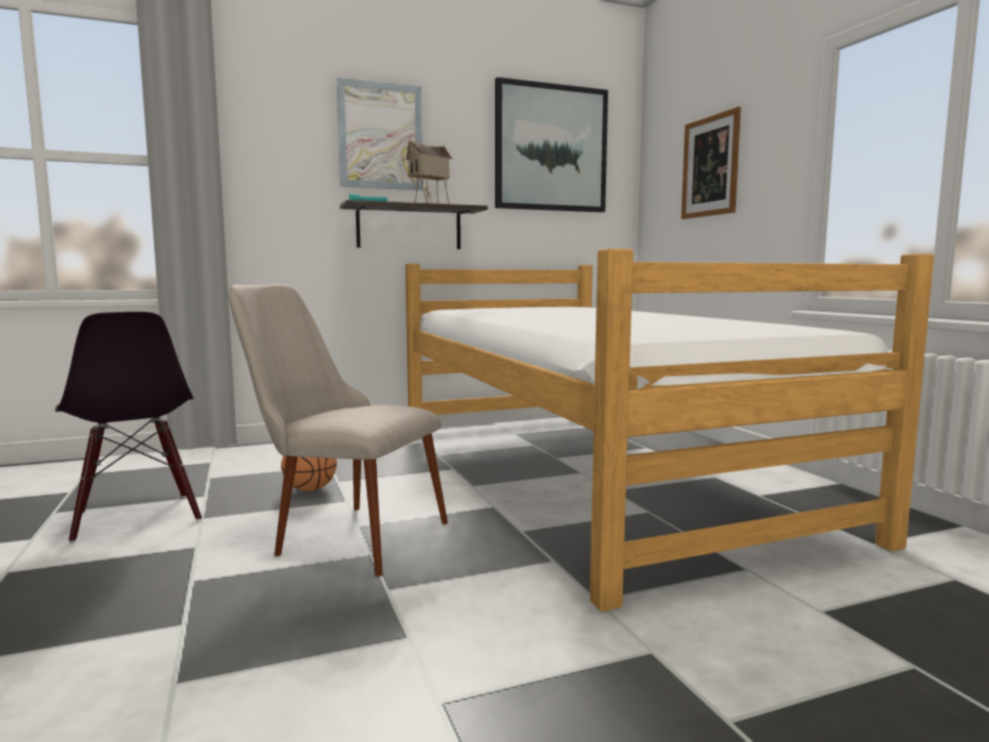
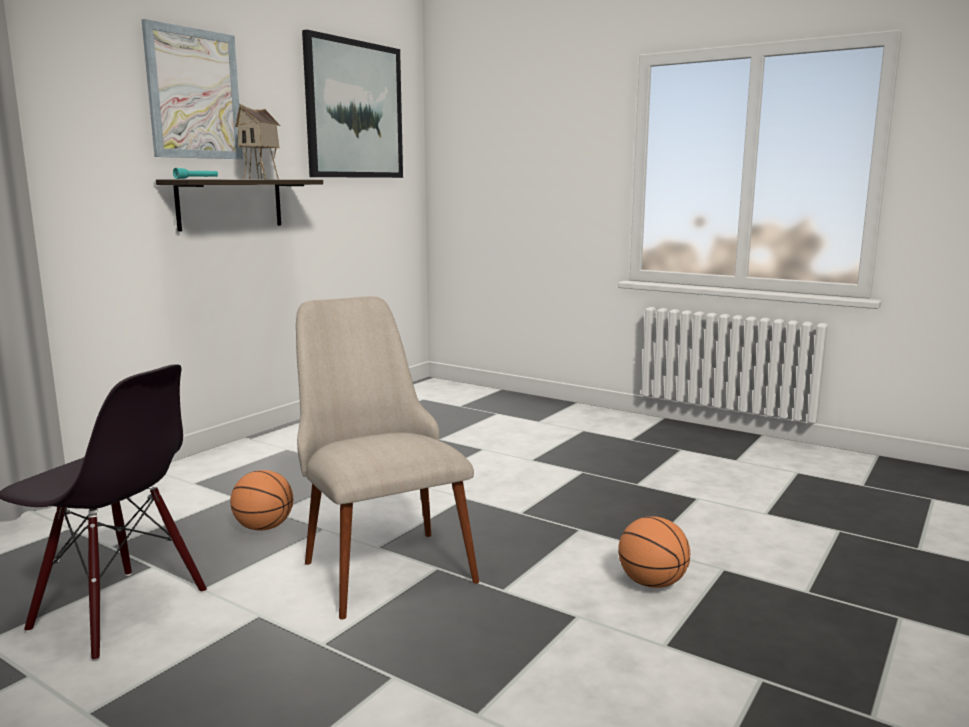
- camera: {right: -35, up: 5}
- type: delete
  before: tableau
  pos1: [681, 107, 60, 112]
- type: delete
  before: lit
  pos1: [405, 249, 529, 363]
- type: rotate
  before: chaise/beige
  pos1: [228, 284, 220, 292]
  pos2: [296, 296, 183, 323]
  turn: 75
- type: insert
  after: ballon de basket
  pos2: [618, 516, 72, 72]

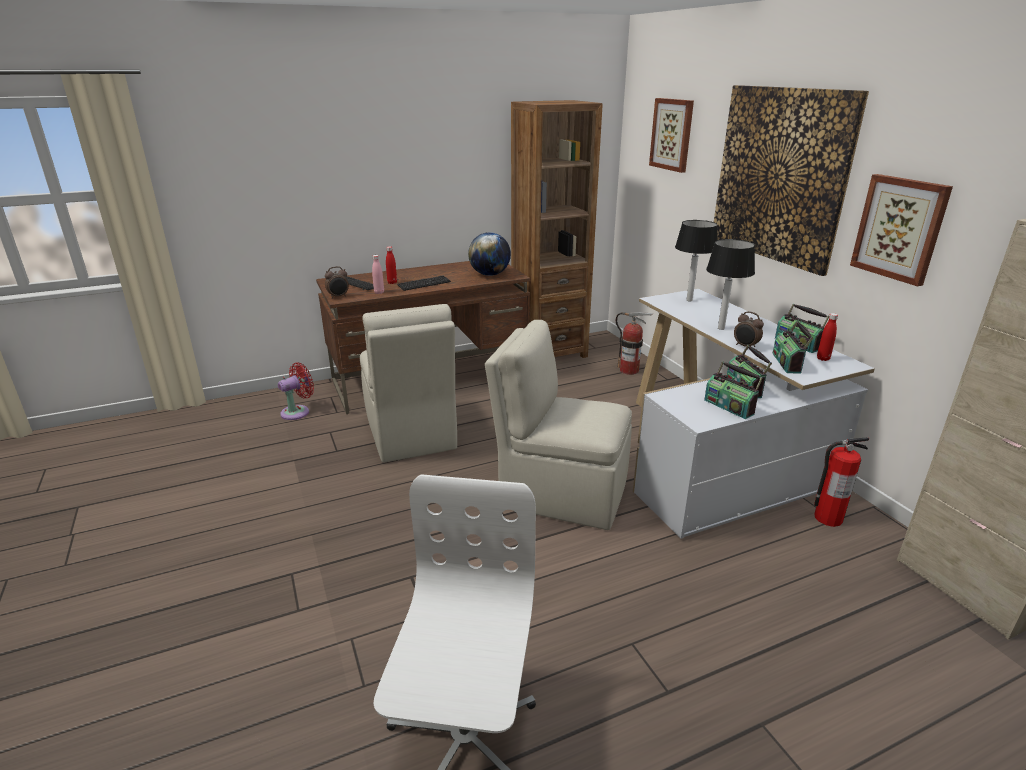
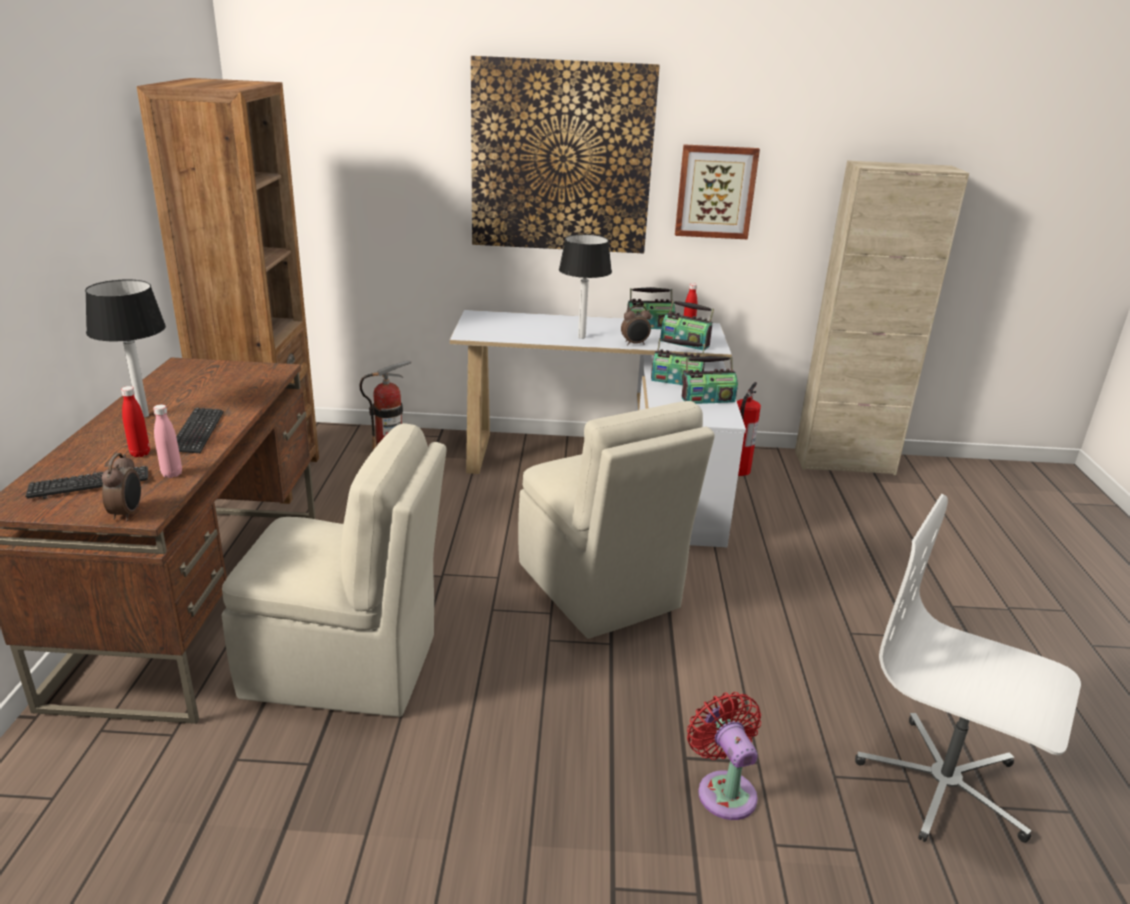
- camera: {right: -65, up: 0}
- type: delete
  before: tableau
  pos1: [649, 98, 45, 75]
- type: move
  before: lampe de table
  pos1: [675, 220, 42, 81]
  pos2: [85, 279, 81, 139]
- type: delete
  before: globe
  pos1: [468, 232, 43, 44]
- type: rotate
  before: chaise/beige
  pos1: [485, 320, 147, 210]
  pos2: [518, 401, 197, 238]
  turn: -75
- type: move
  before: ventilateur/rouge
  pos1: [278, 362, 36, 58]
  pos2: [687, 692, 74, 128]

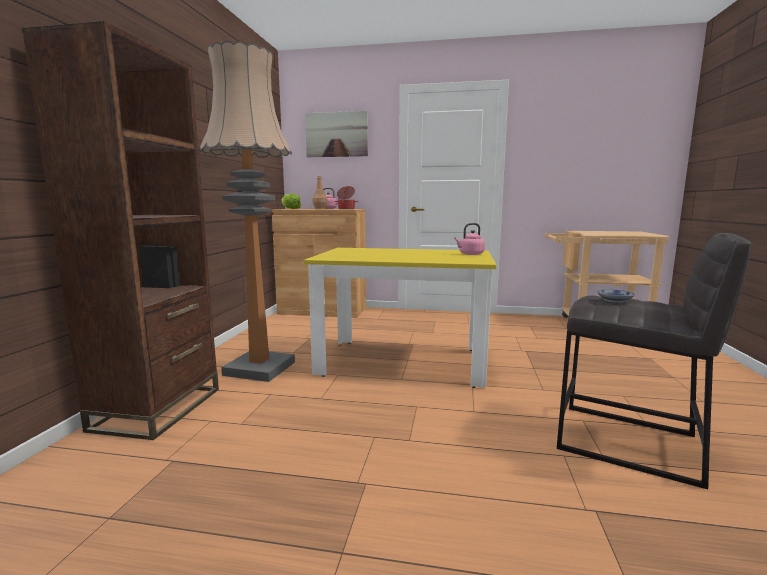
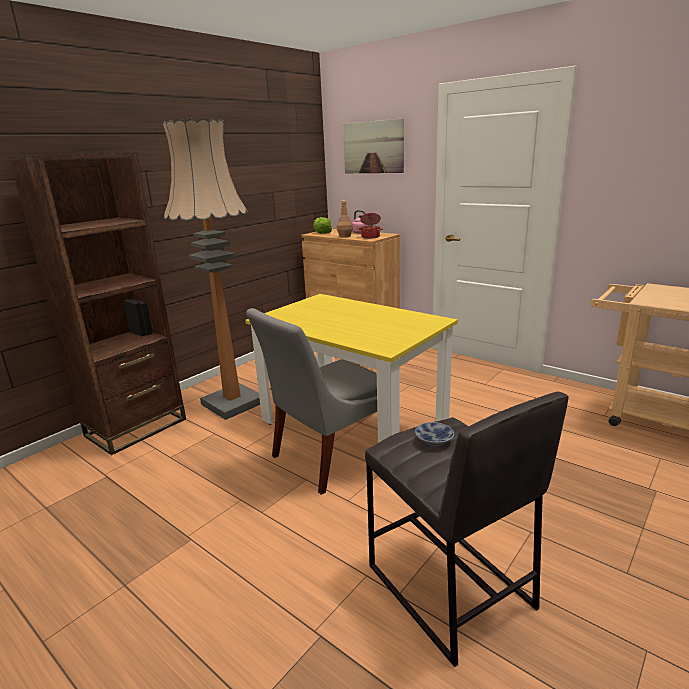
- camera: {right: 30, up: 10}
- type: delete
  before: bouilloire/rose
  pos1: [454, 223, 31, 32]
- type: insert
  after: chaise/gris
  pos2: [246, 308, 131, 187]

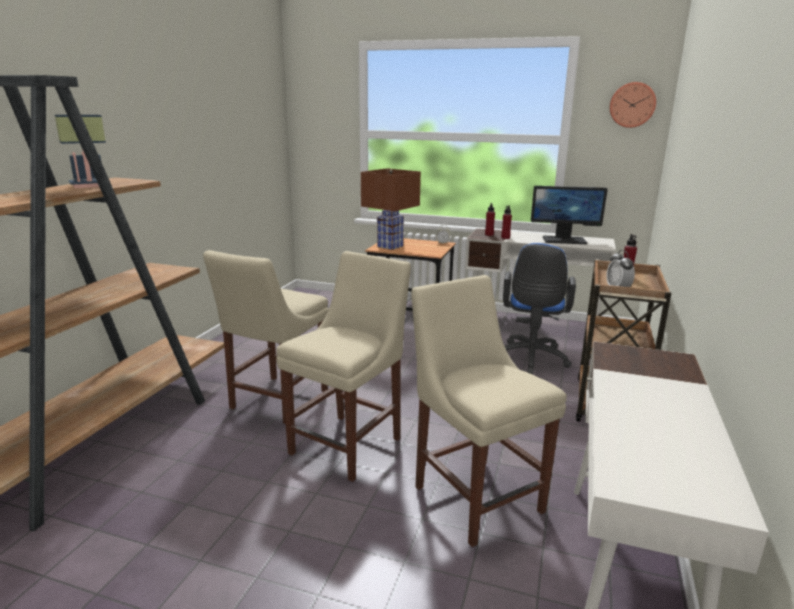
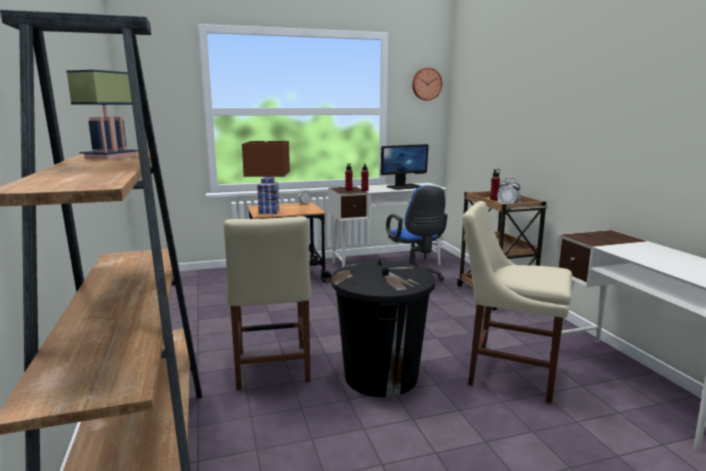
- camera: {right: -35, up: -5}
- type: replace
  before: chaise/beige
  after: poubelle/noir
  pos1: [276, 251, 135, 231]
  pos2: [331, 258, 104, 139]

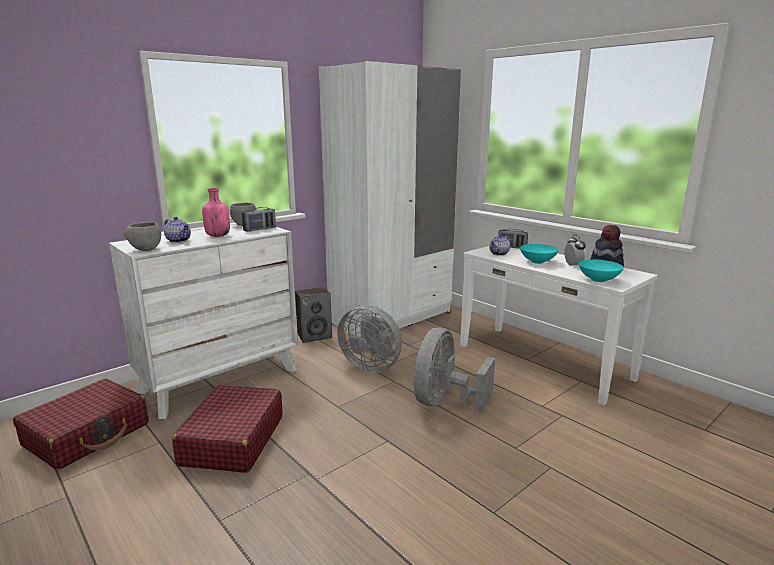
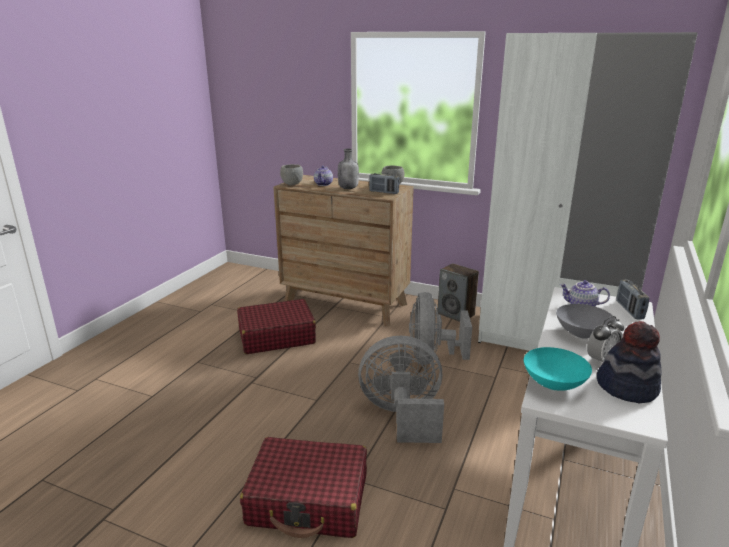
- camera: {right: 65, up: 5}
- type: recolor
  before: bouteille/rose
  after: bouteille/gris
  pos1: [202, 188, 28, 49]
  pos2: [338, 149, 21, 40]
- type: recolor
  before: commode/blanc
  after: commode/marron
  pos1: [109, 224, 189, 195]
  pos2: [273, 175, 141, 151]
- type: recolor
  before: bol/turquoise
  after: bol/gris
  pos1: [520, 244, 39, 20]
  pos2: [556, 304, 59, 35]
- type: move
  before: valise/rouge
  pos1: [13, 379, 136, 91]
  pos2: [240, 437, 127, 101]

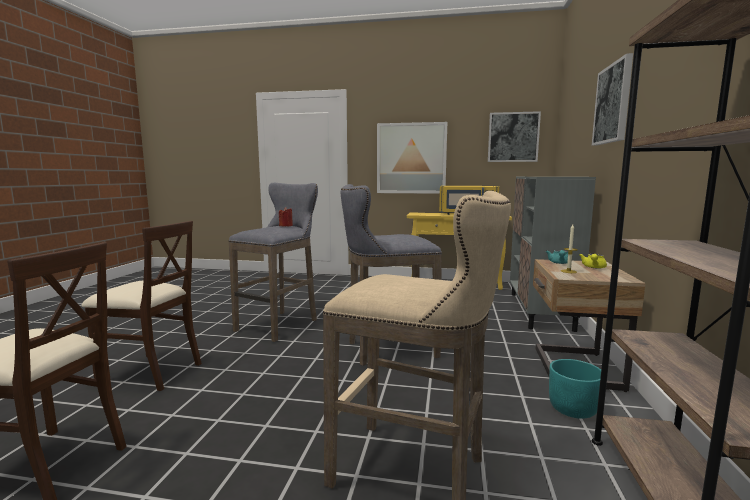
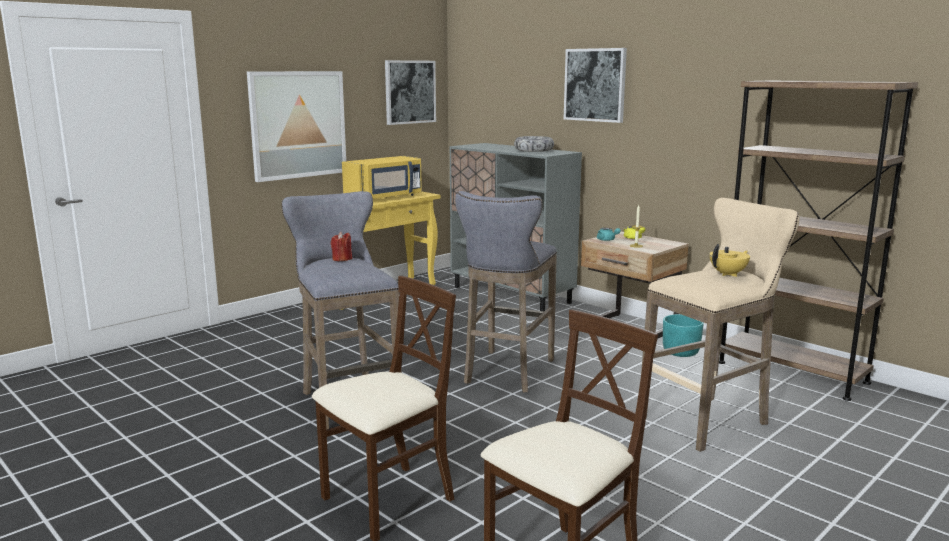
- camera: {right: -55, up: 5}
- type: insert
  after: bol
  pos2: [514, 136, 40, 16]
- type: insert
  after: théière/jaune
  pos2: [710, 244, 40, 33]

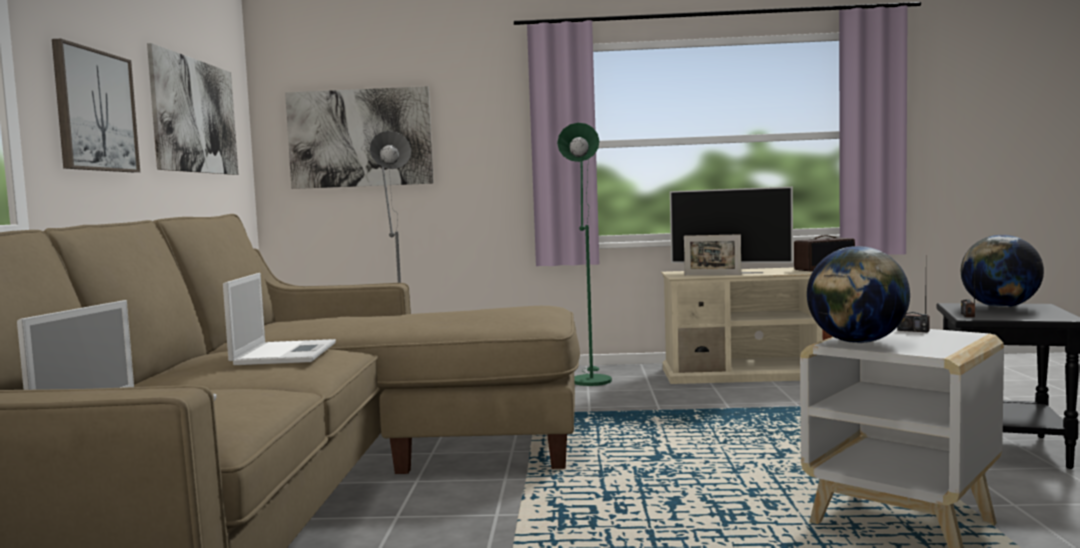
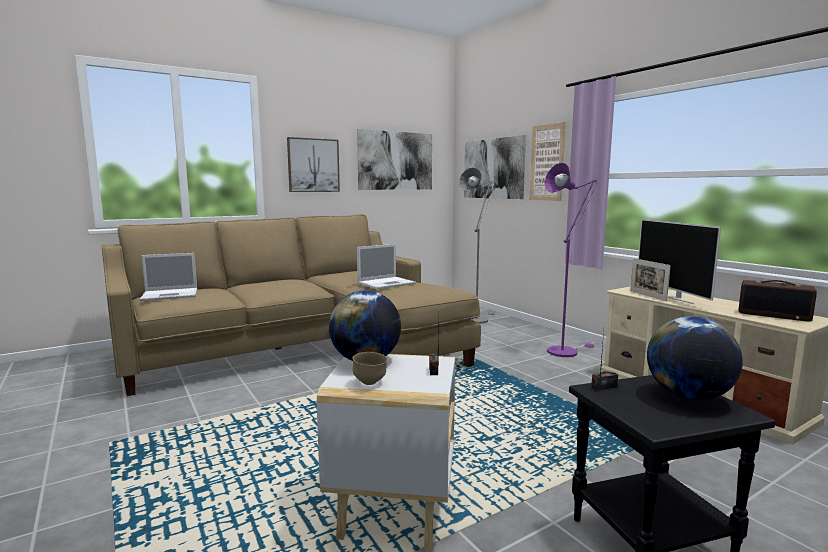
- camera: {right: 55, up: 5}
- type: recolor
  before: lampadaire/vert
  after: lampadaire/violet
  pos1: [557, 123, 55, 263]
  pos2: [545, 163, 52, 194]
- type: move
  before: ordinateur portable
  pos1: [223, 273, 113, 92]
  pos2: [357, 244, 59, 45]
- type: insert
  after: tableau
  pos2: [530, 122, 36, 79]
- type: insert
  after: bol/marron
  pos2: [353, 352, 35, 33]

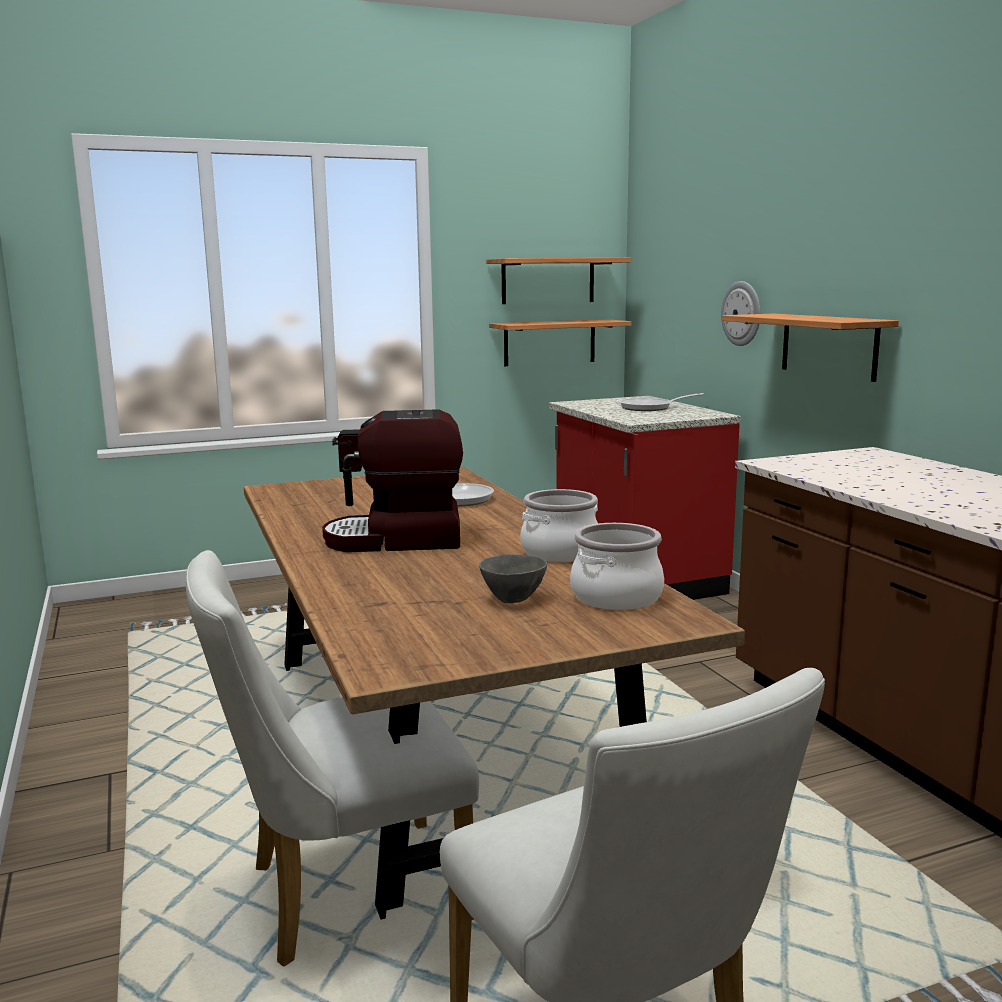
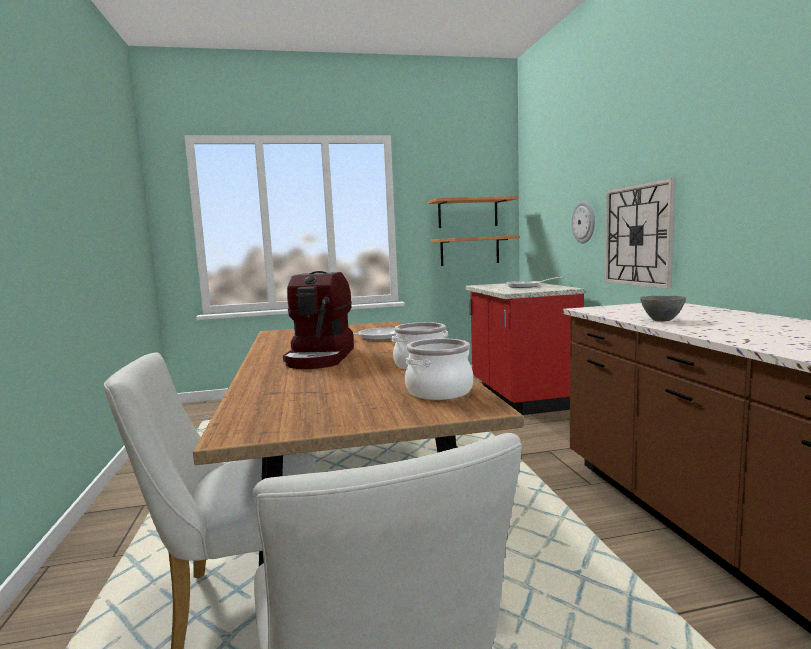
- camera: {right: 10, up: -5}
- type: replace
  before: étagère
  after: horloge murale
  pos1: [722, 314, 177, 68]
  pos2: [604, 178, 72, 111]
- type: rotate
  before: machine à café
  pos1: [322, 409, 141, 143]
  pos2: [283, 271, 71, 98]
  turn: -90
- type: move
  before: bol/gris
  pos1: [479, 554, 68, 49]
  pos2: [640, 296, 46, 26]

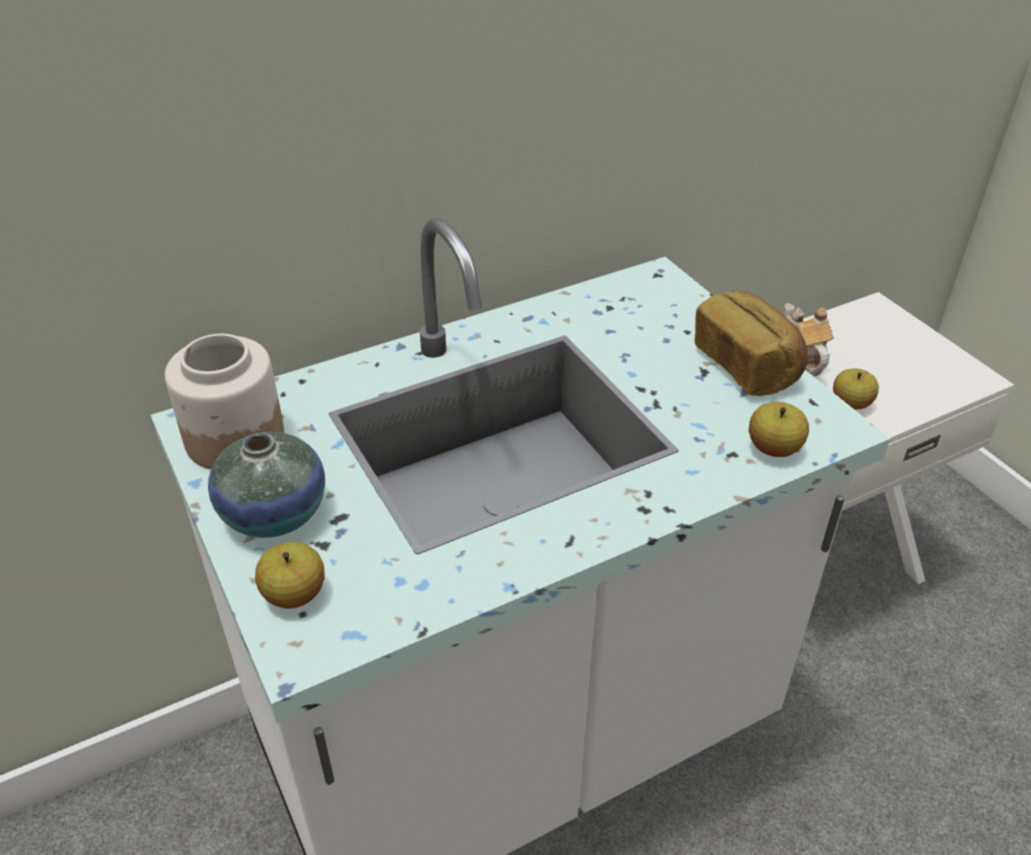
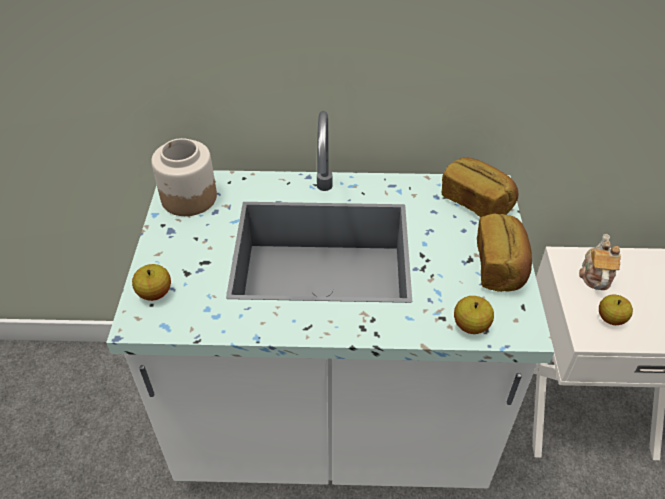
- camera: {right: 30, up: 5}
- type: delete
  before: vase
  pos1: [208, 432, 117, 106]
- type: insert
  after: pain
  pos2: [442, 157, 76, 60]

